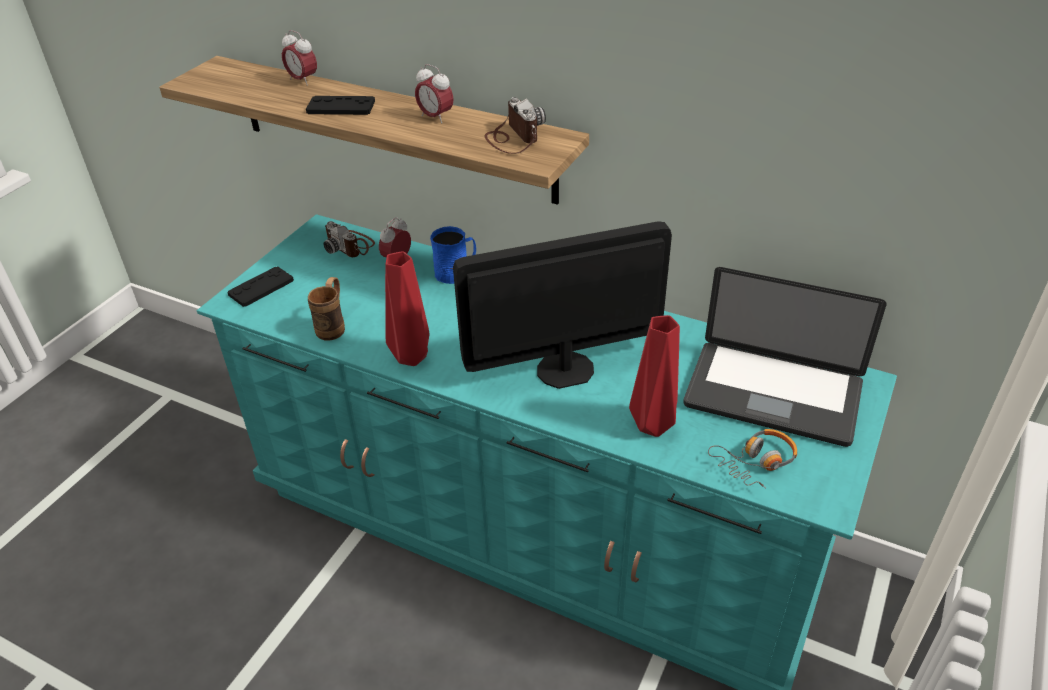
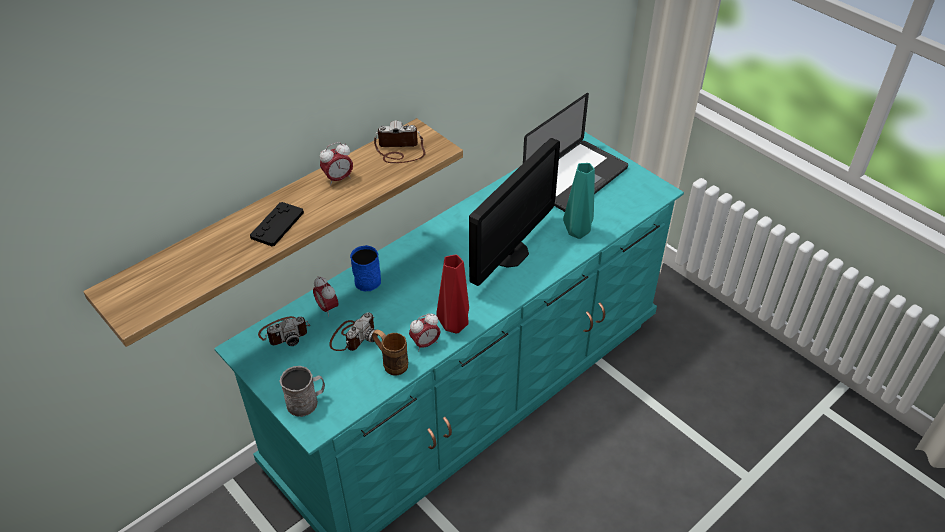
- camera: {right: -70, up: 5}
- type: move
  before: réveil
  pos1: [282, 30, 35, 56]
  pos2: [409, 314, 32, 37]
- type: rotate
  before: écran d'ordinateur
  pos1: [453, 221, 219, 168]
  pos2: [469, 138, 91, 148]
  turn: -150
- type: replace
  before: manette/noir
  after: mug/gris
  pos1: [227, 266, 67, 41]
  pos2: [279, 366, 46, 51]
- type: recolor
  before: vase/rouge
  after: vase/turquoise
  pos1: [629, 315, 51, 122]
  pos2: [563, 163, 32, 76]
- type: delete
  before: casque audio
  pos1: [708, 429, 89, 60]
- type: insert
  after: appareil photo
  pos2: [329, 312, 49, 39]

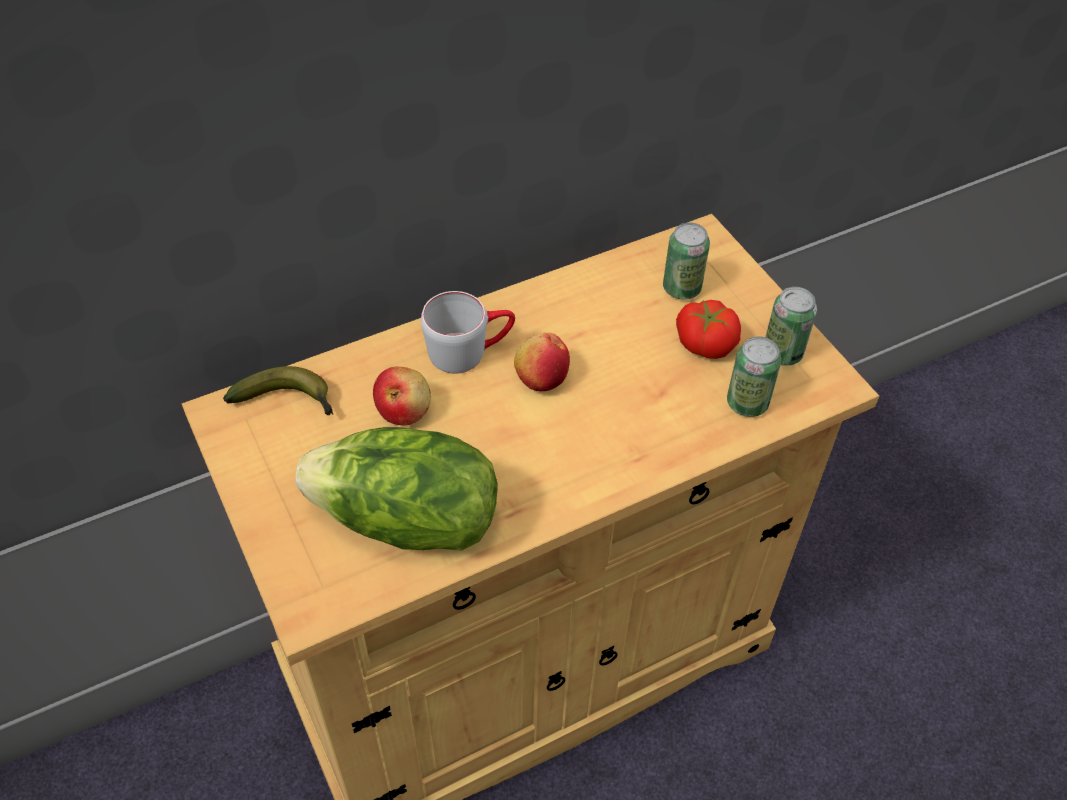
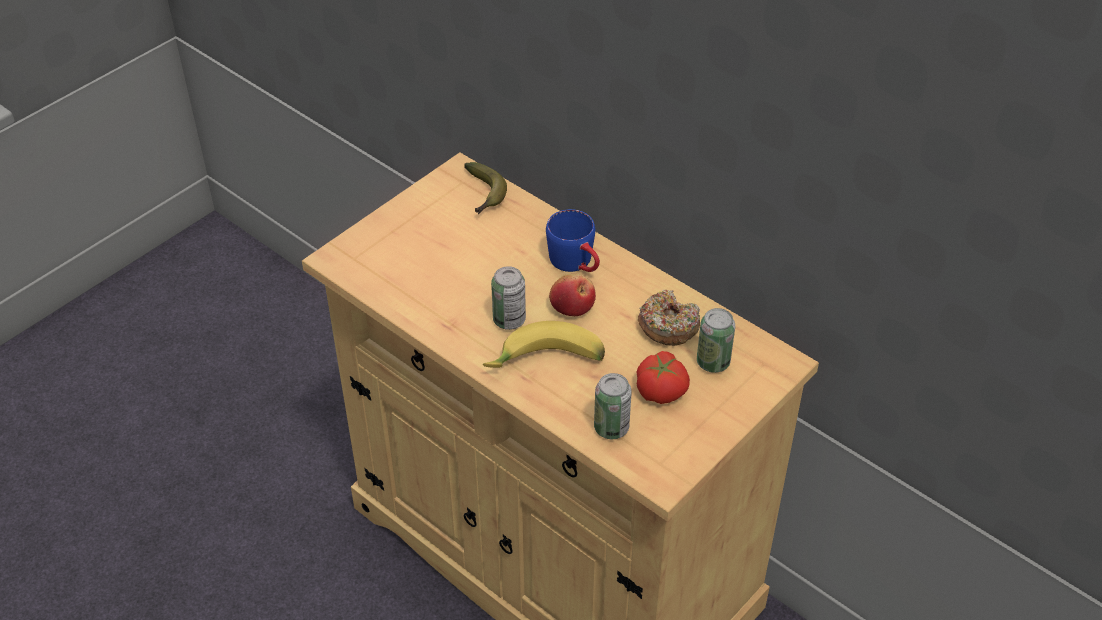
- camera: {right: 70, up: -5}
- type: move
  before: boîte métallique
  pos1: [765, 287, 52, 79]
  pos2: [491, 266, 35, 64]
- type: recolor
  before: mug/gris
  after: mug/bleu
  pos1: [421, 291, 94, 83]
  pos2: [546, 209, 54, 63]
- type: delete
  before: pomme
  pos1: [373, 367, 58, 59]
- type: delete
  before: laitue
  pos1: [296, 427, 202, 124]
- type: insert
  after: beignet
  pos2: [638, 290, 62, 56]
- type: insert
  after: banane
  pos2: [483, 321, 122, 47]

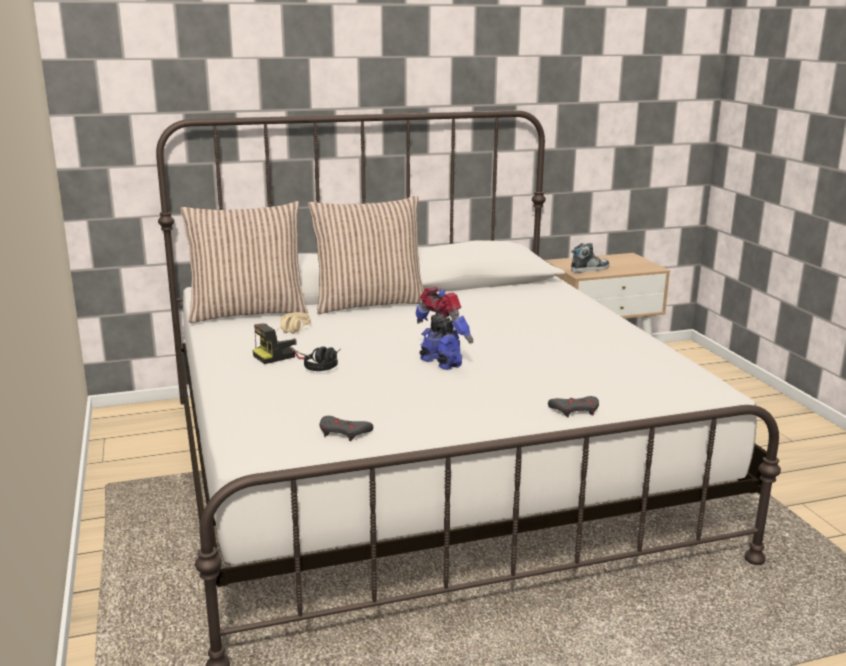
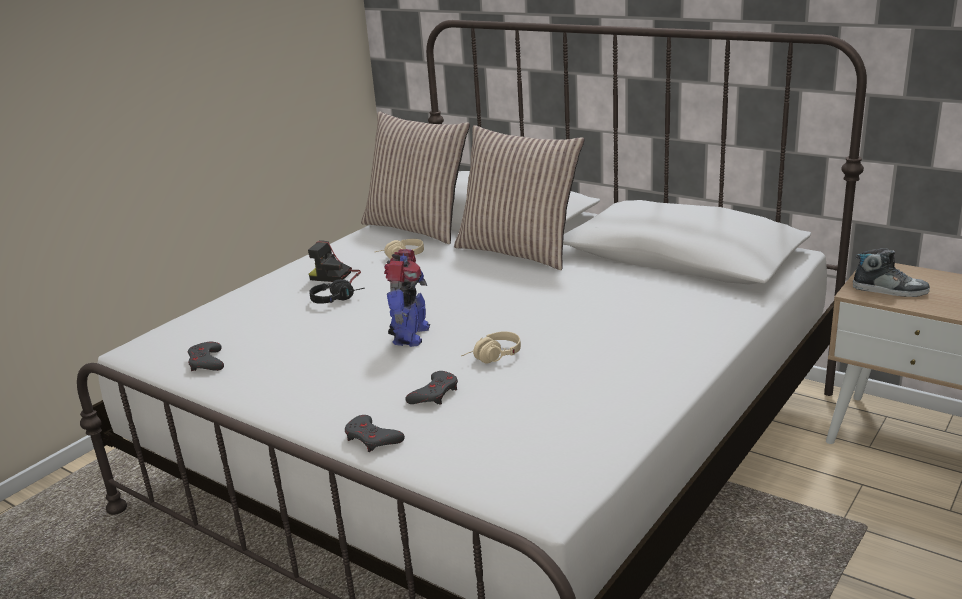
- camera: {right: 55, up: 5}
- type: insert
  after: casque audio/beige
  pos2: [461, 331, 60, 33]
- type: insert
  after: manette/gris
  pos2: [405, 371, 53, 34]

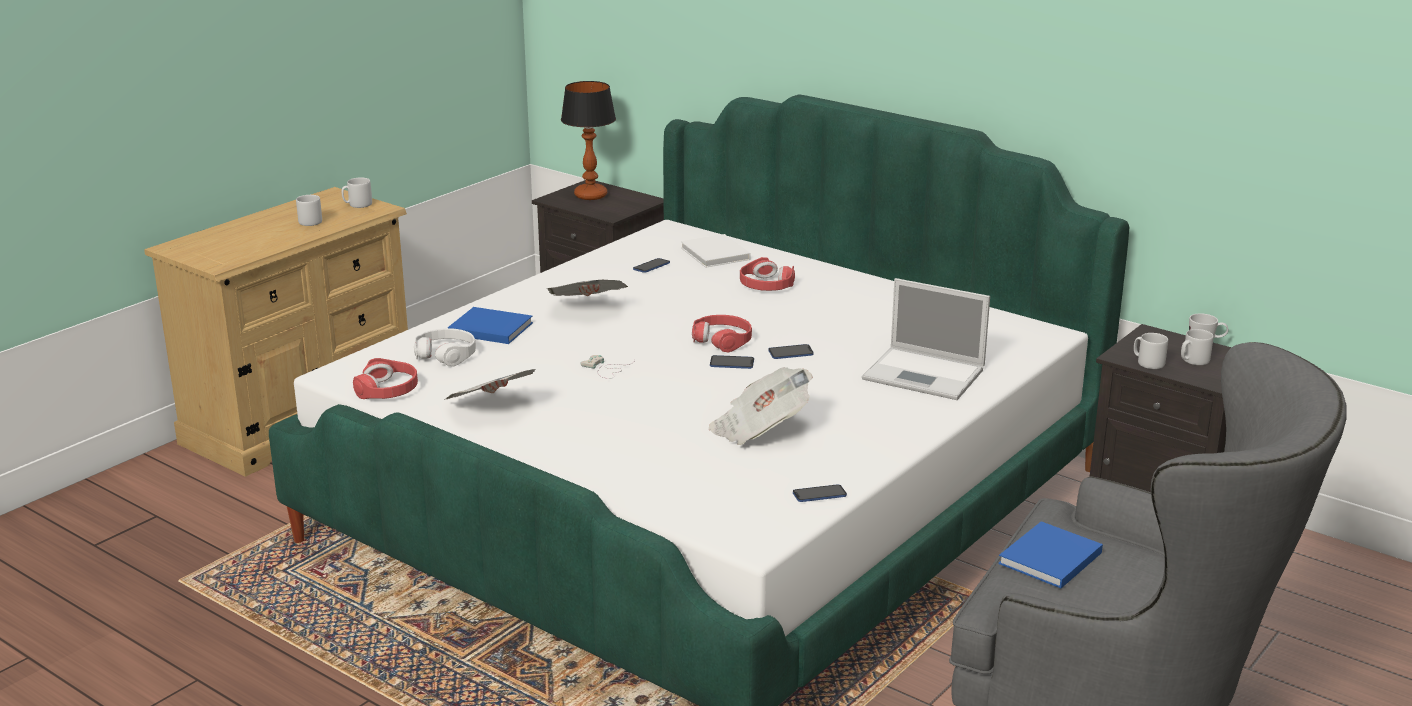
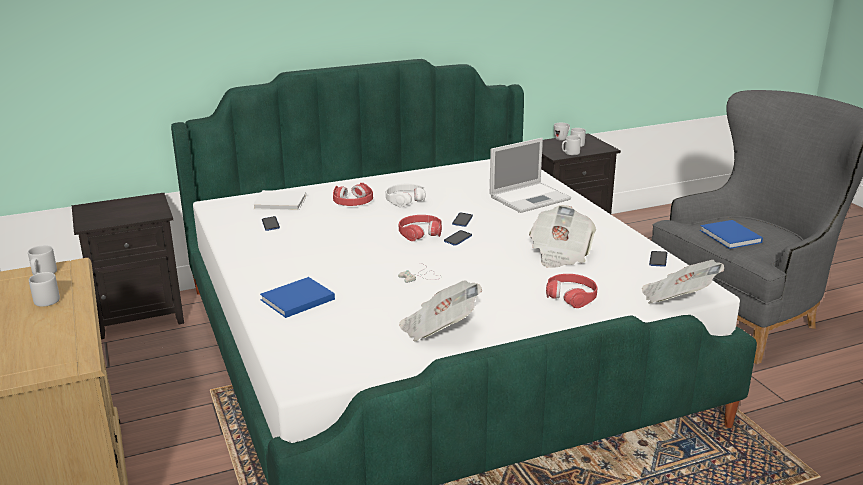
- camera: {right: -60, up: 0}
- type: delete
  before: lampe de table
  pos1: [561, 81, 55, 119]
- type: move
  before: journal
  pos1: [547, 280, 81, 16]
  pos2: [641, 260, 83, 44]
- type: move
  before: casque audio/blanc
  pos1: [414, 328, 62, 38]
  pos2: [386, 184, 39, 23]
- type: move
  before: casque audio/rouge
  pos1: [353, 358, 65, 41]
  pos2: [546, 274, 52, 34]

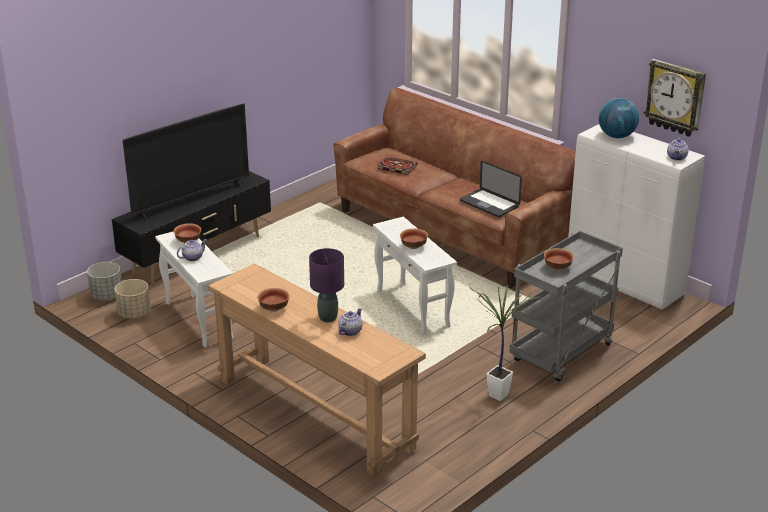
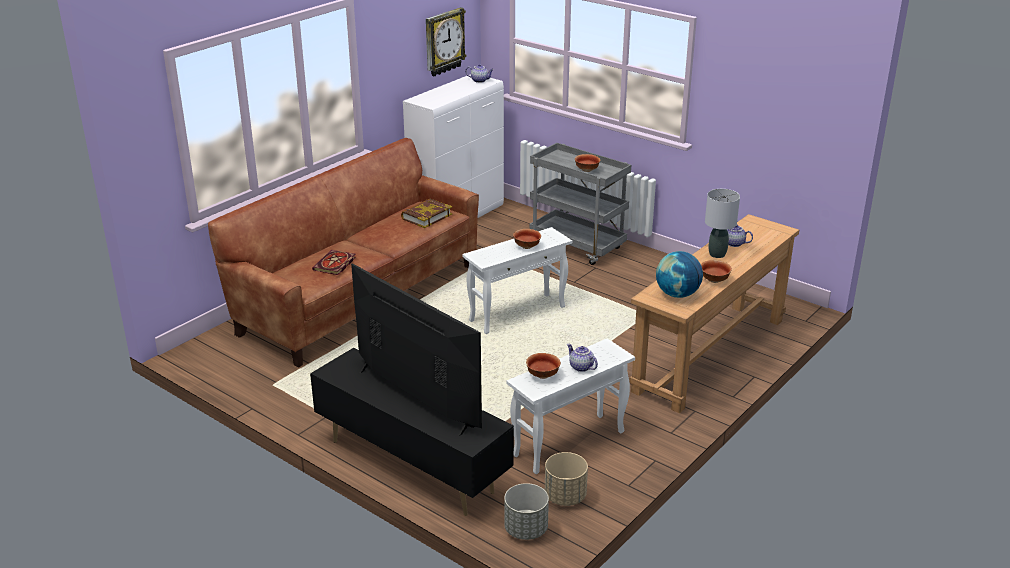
- camera: {right: -95, up: 0}
- type: move
  before: globe
  pos1: [599, 98, 40, 40]
  pos2: [656, 251, 47, 47]
- type: replace
  before: ordinateur portable
  after: livre
  pos1: [460, 161, 62, 56]
  pos2: [401, 199, 51, 29]
- type: recolor
  before: lampe de table/violet
  after: lampe de table/gris
  pos1: [309, 248, 35, 74]
  pos2: [705, 189, 35, 69]
- type: delete
  before: plante en pot
  pos1: [470, 285, 72, 116]

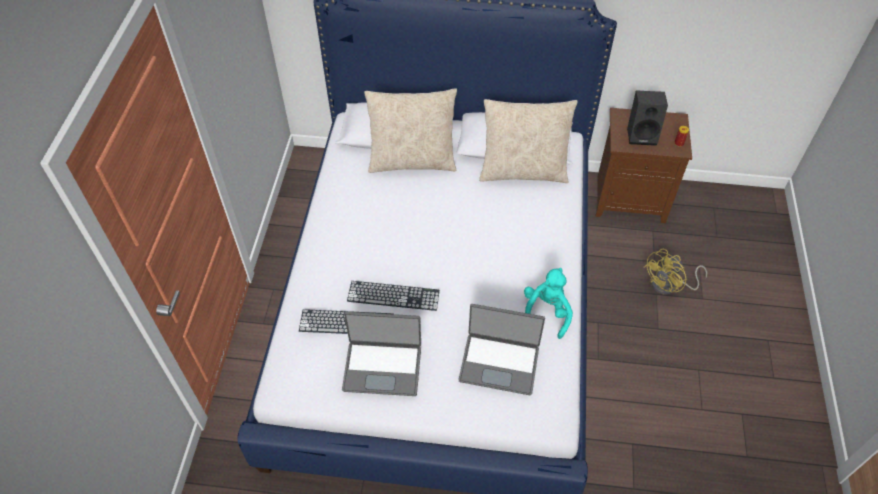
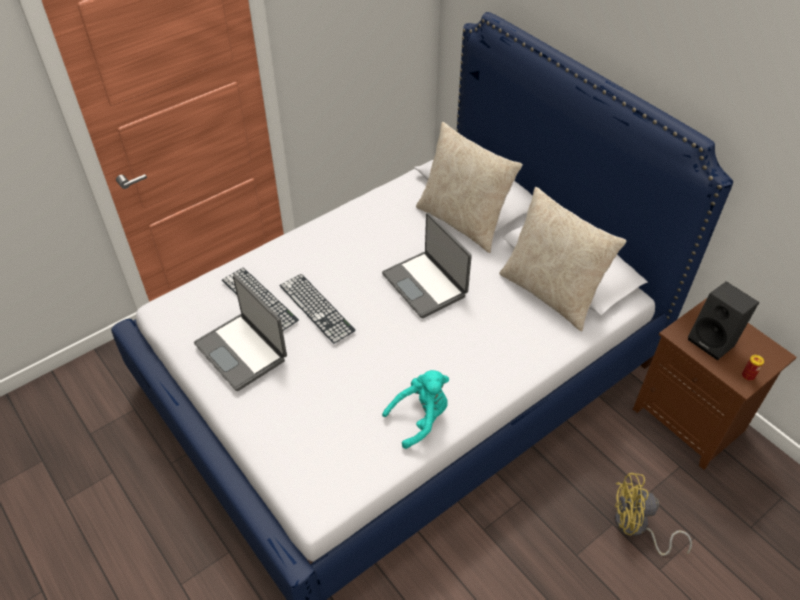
- camera: {right: 45, up: -5}
- type: move
  before: ordinateur portable
  pos1: [459, 304, 86, 91]
  pos2: [382, 213, 90, 105]

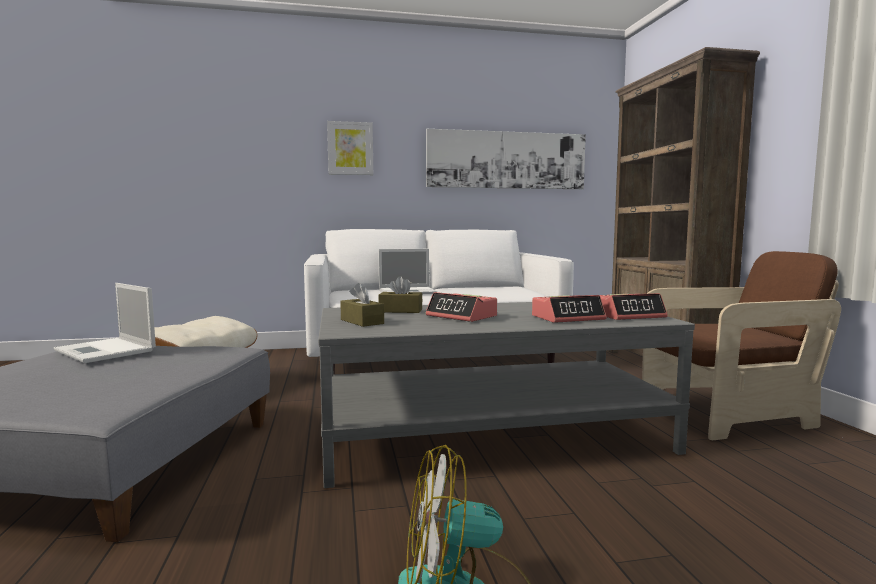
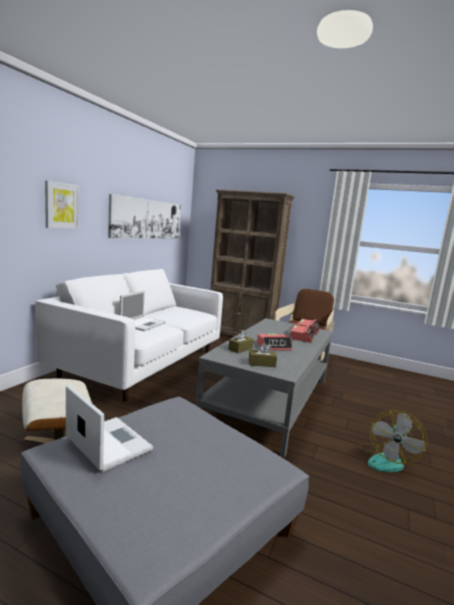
- camera: {right: -55, up: 5}
- type: rotate
  before: ordinateur portable
  pos1: [54, 283, 102, 80]
  pos2: [66, 385, 87, 87]
  turn: -120

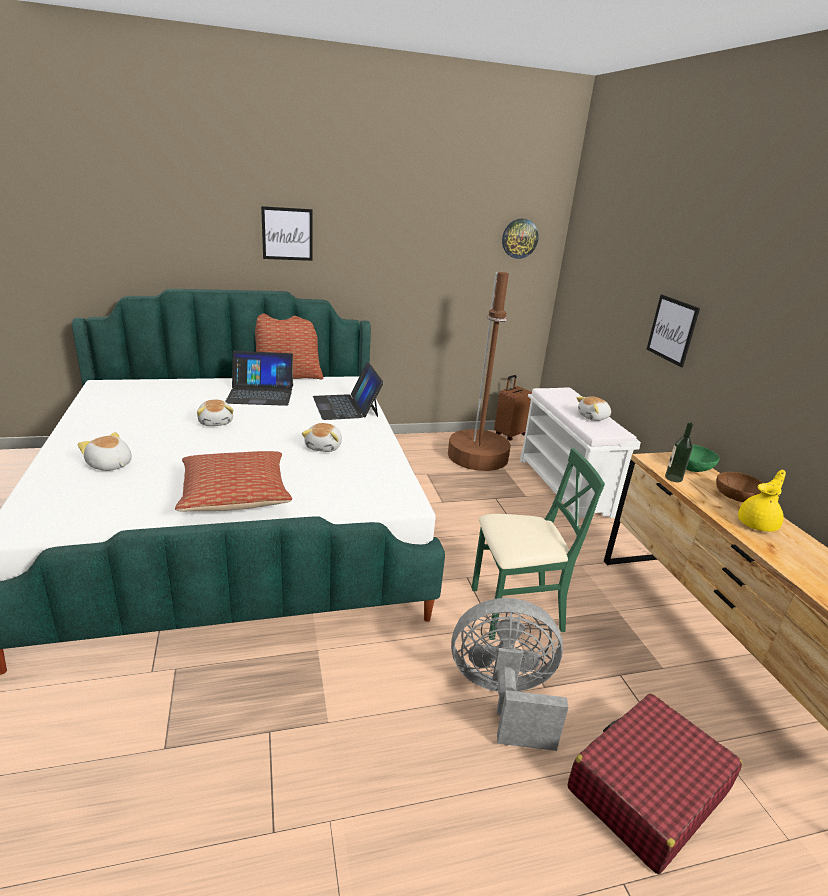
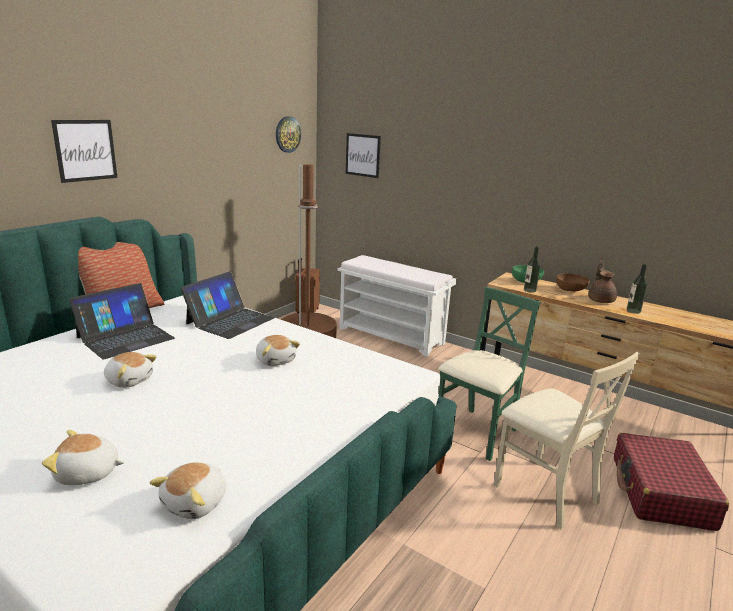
- camera: {right: -40, up: -5}
- type: move
  before: tableau
  pos1: [646, 295, 54, 72]
  pos2: [346, 133, 35, 45]
- type: rotate
  before: ordinateur portable
  pos1: [313, 362, 71, 58]
  pos2: [180, 271, 95, 68]
  turn: -90
- type: move
  before: peluche
  pos1: [576, 396, 35, 25]
  pos2: [150, 462, 76, 57]
- type: delete
  before: coussin
  pos1: [175, 451, 117, 60]
- type: recolor
  before: théière/jaune
  after: théière/marron
  pos1: [738, 470, 48, 62]
  pos2: [588, 261, 29, 42]
- type: replace
  before: ventilateur/gris
  after: chaise/beige
  pos1: [451, 598, 118, 153]
  pos2: [494, 352, 146, 178]
- type: insert
  after: bouteille
  pos2: [626, 264, 22, 50]

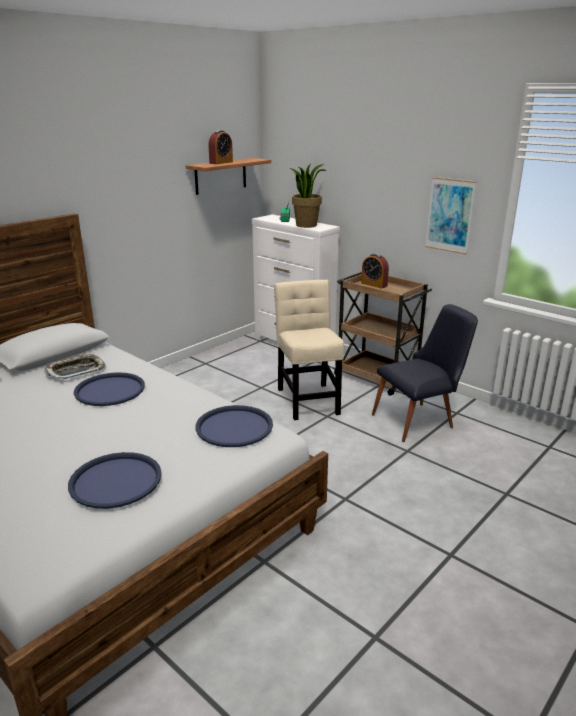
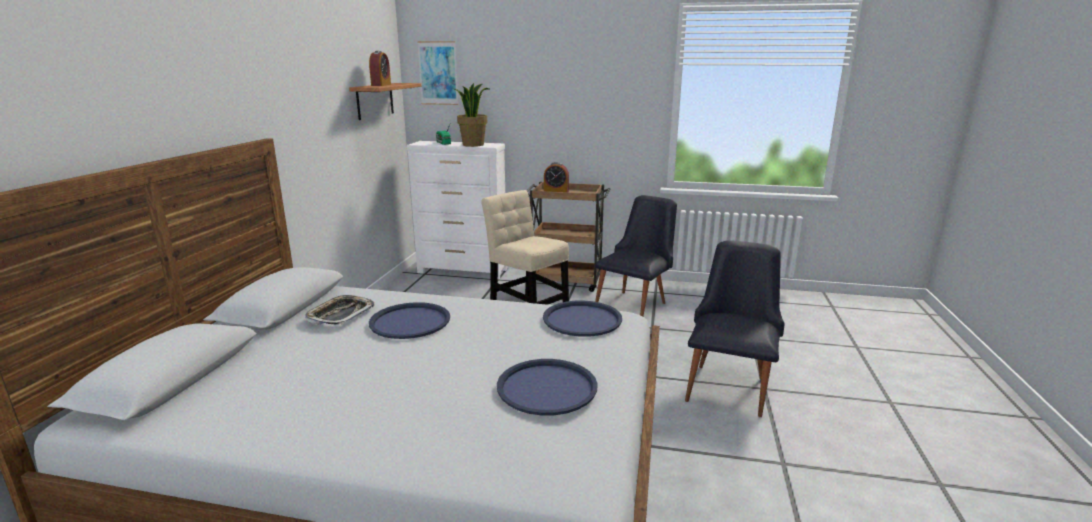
- camera: {right: -30, up: -5}
- type: move
  before: tableau
  pos1: [425, 177, 51, 78]
  pos2: [417, 41, 42, 64]
- type: insert
  after: chaise/noir
  pos2: [685, 240, 99, 177]

